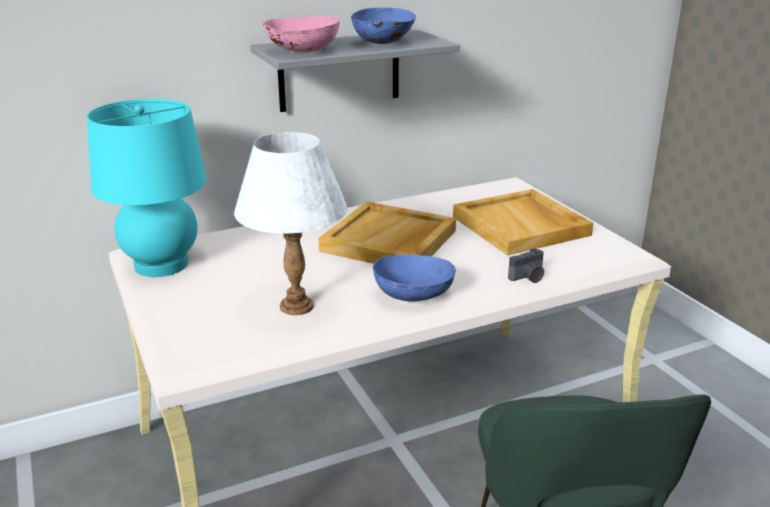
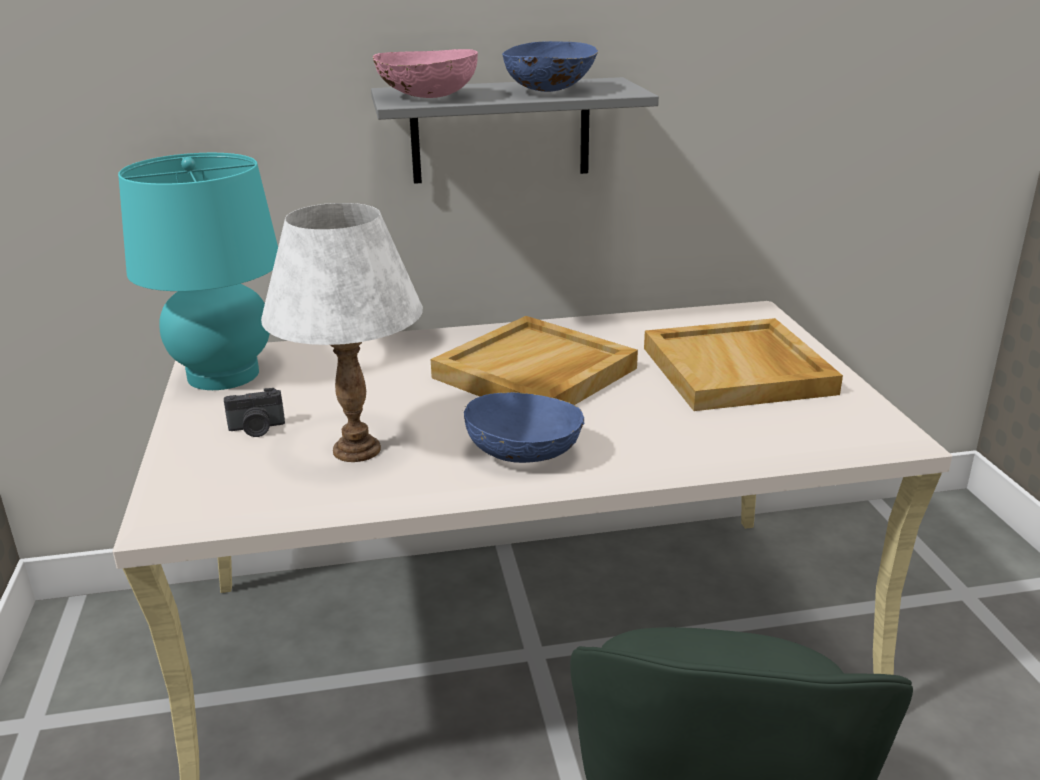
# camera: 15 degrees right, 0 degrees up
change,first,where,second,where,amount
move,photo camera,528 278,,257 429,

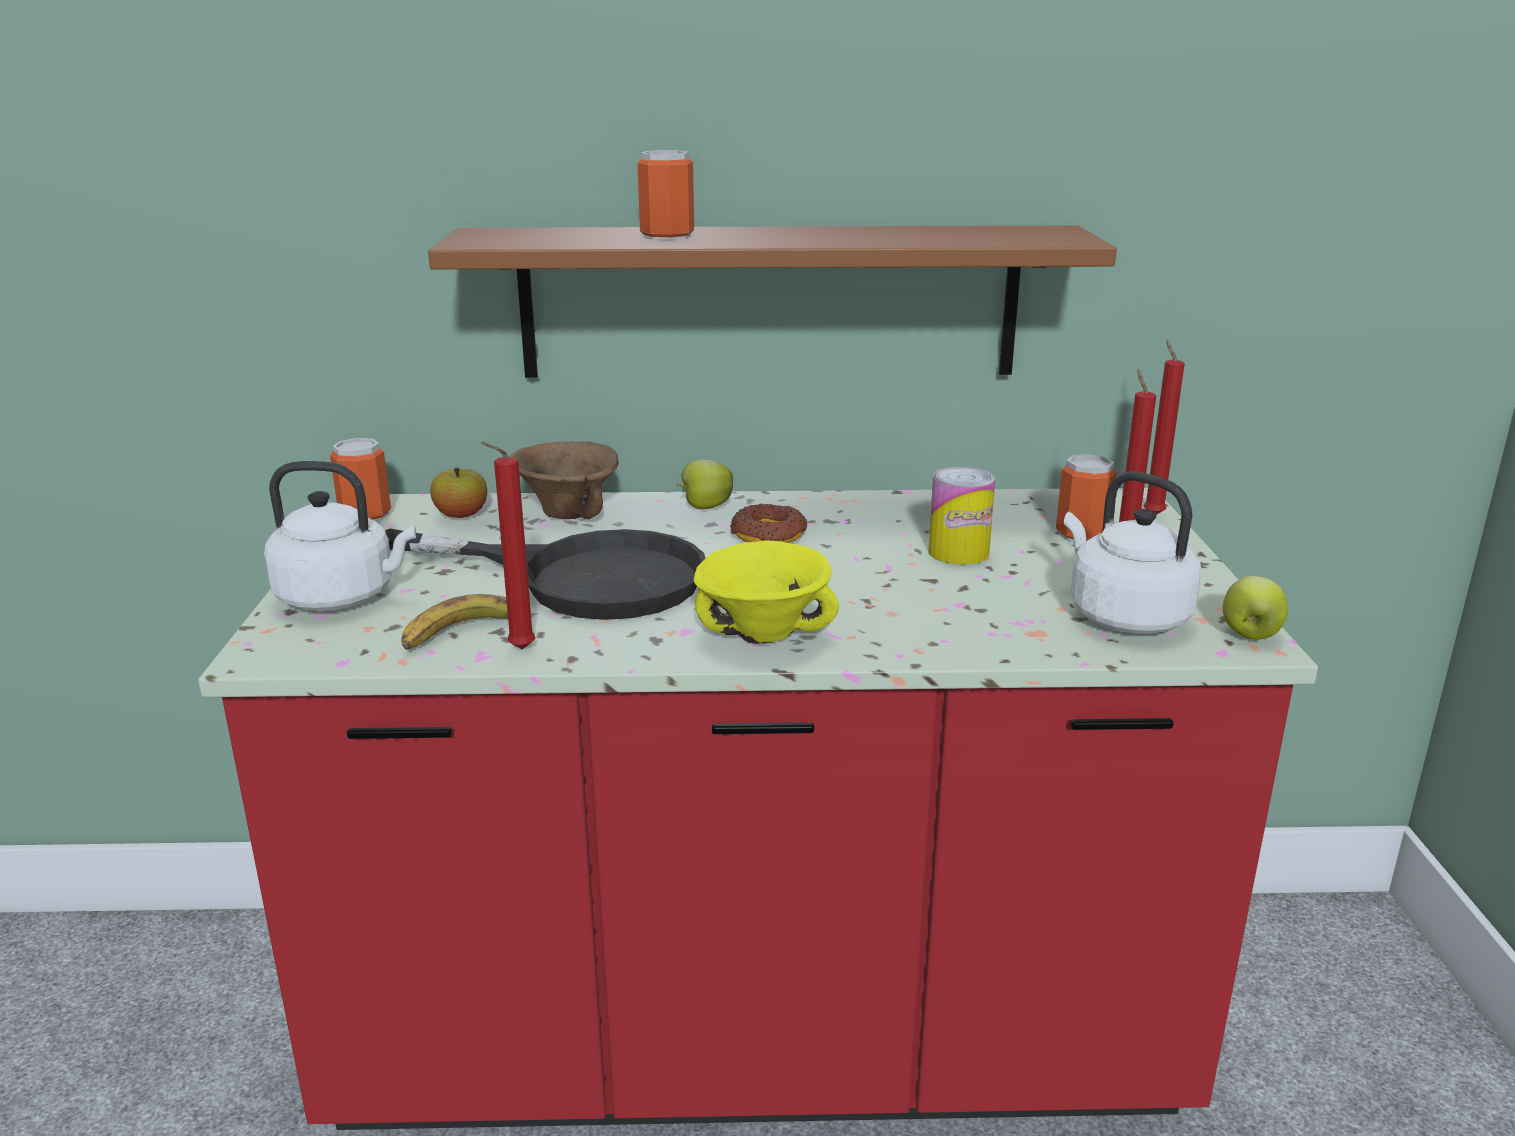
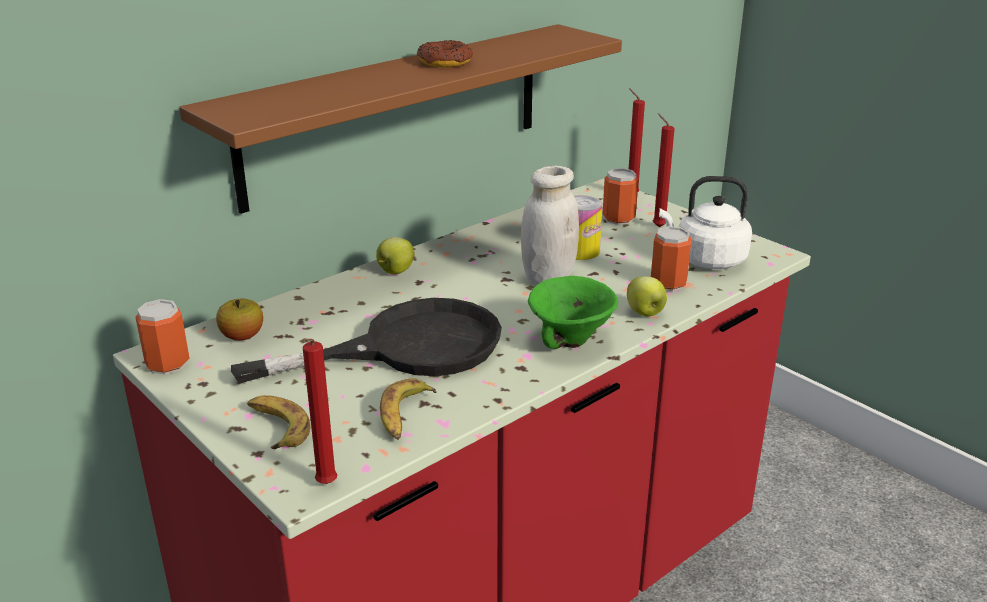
# camera: 40 degrees left, 5 degrees up
change,first,where,second,where,amount
delete,bowl (brown),566 514,,,
insert,,,jar (white),548 278,
move,candle (red),517 650,,325 486,
move,can,667 236,,668 283,
move,donut,768 535,,445 61,
move,apple,1250 635,,645 313,
replace,kettle (white),342 597,banana,276 427,
recolor,bowl (yellow),765 635,bowl (green),572 340,

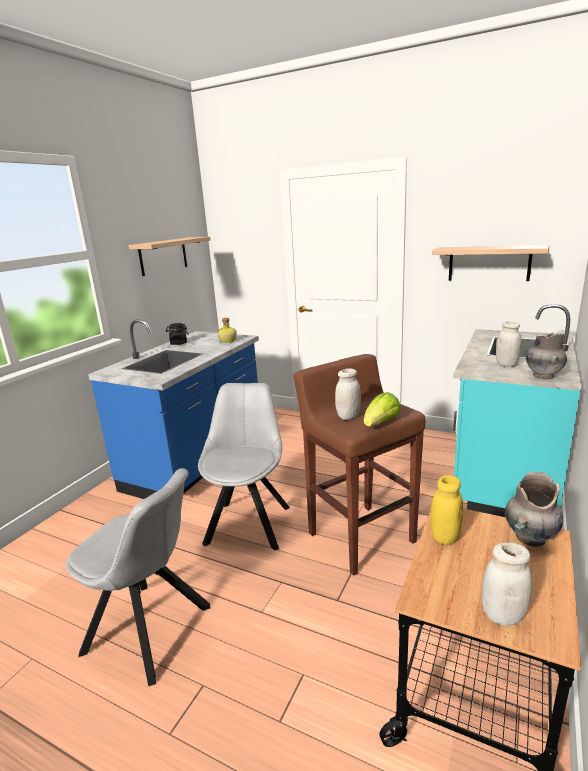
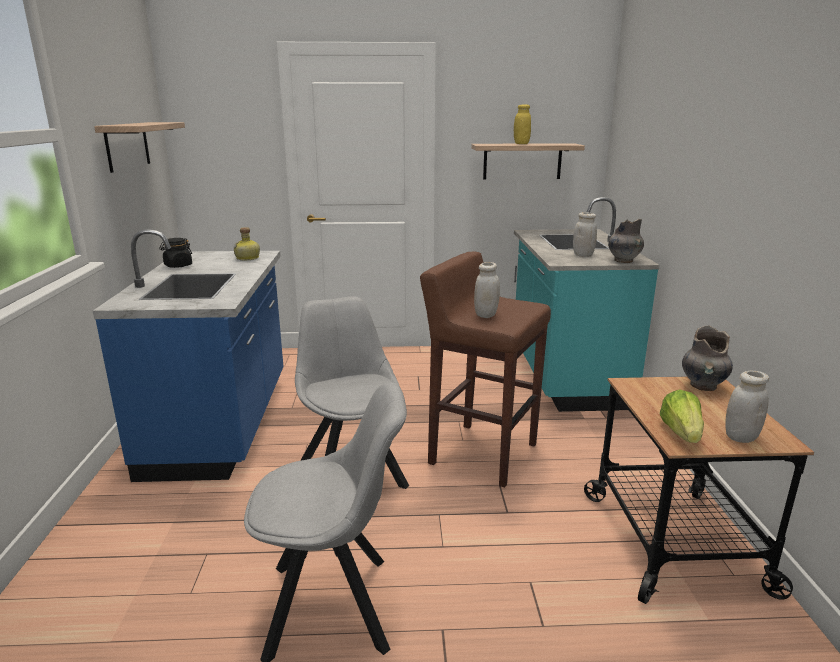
# camera: 30 degrees left, 0 degrees up
change,first,where,second,where,amount
move,lettuce,381 423,,681 433,
move,jar (yellow),445 537,,521 144,

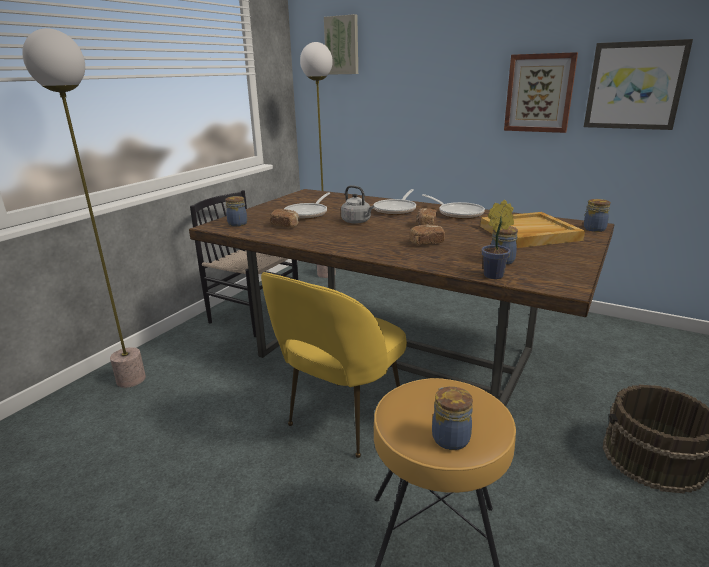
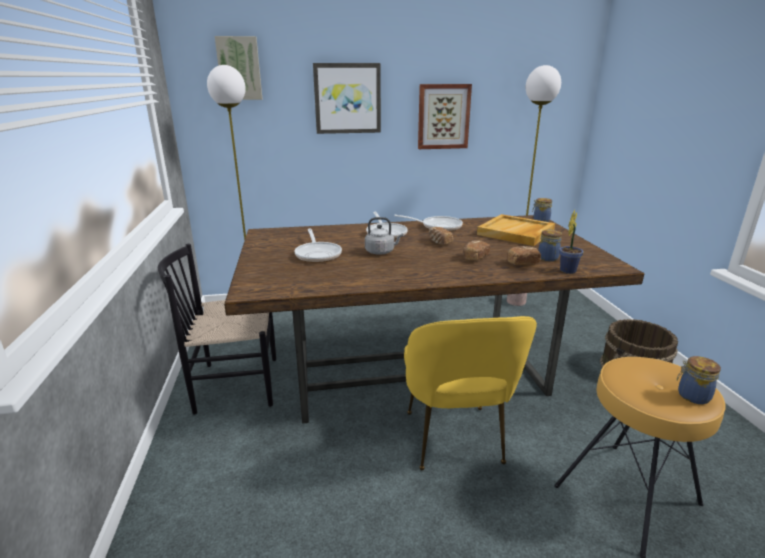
# camera: 40 degrees left, 0 degrees up
change,first,where,second,where,amount
delete,jar,238 223,,,
move,floor lamp,130 379,,515 301,
move,bread,285 225,,522 263,
move,picture,634 86,,347 98,

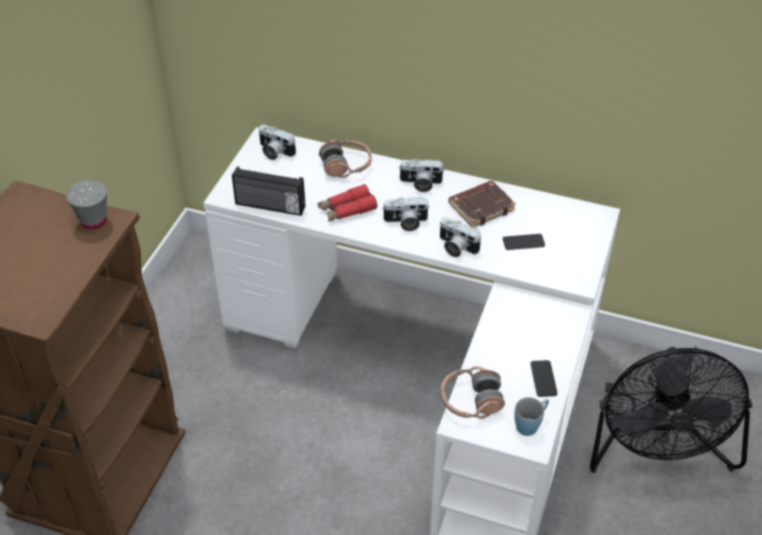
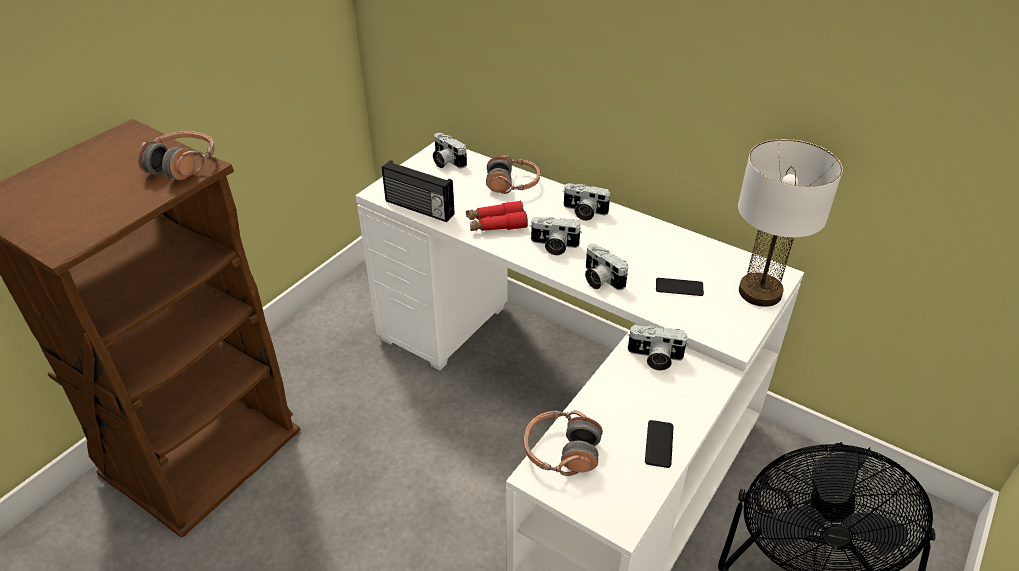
# camera: 15 degrees right, 5 degrees down
change,first,where,second,where,amount
delete,book (brown),481 207,,,
delete,mug (blue),530 424,,,
insert,,,photo camera,654 358,
insert,,,table lamp,760 293,
replace,cup (grey),94 221,headphones,181 165,

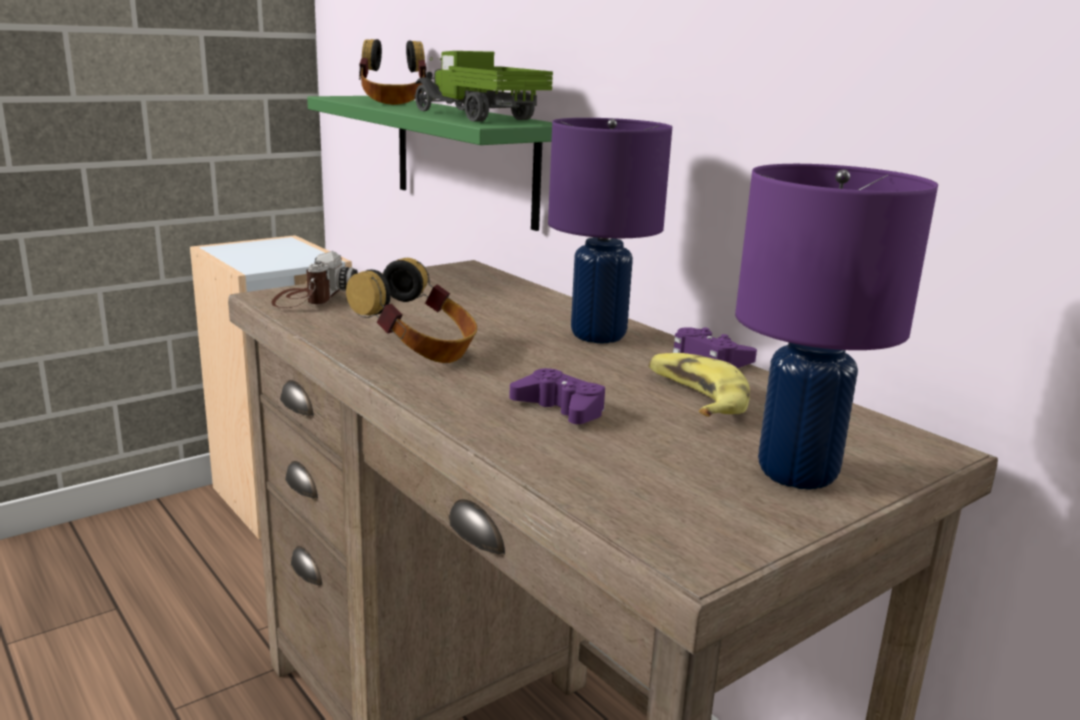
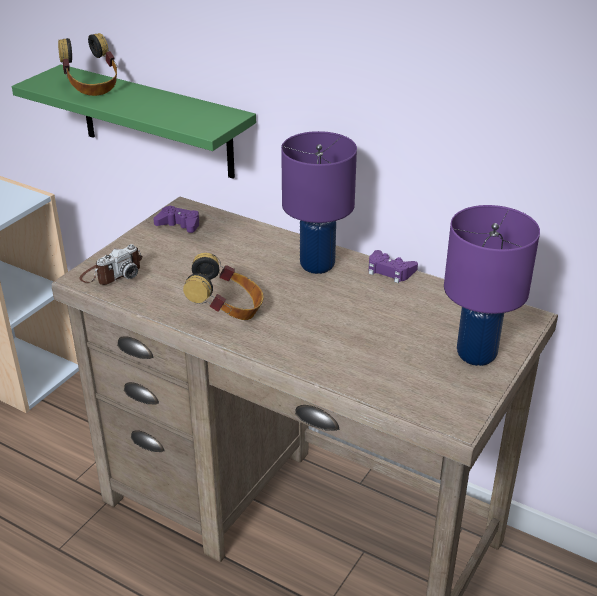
# camera: 20 degrees left, 15 degrees up
change,first,where,second,where,amount
delete,toy truck,477 116,,,
delete,banana,694 398,,,
move,game controller (purple),560 408,,179 225,
rotate,photo camera,310 298,,112 273,60 degrees clockwise

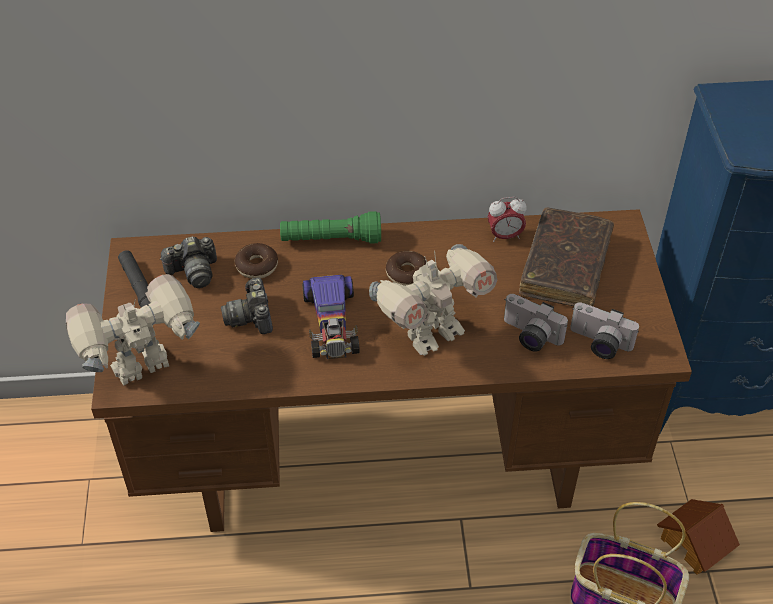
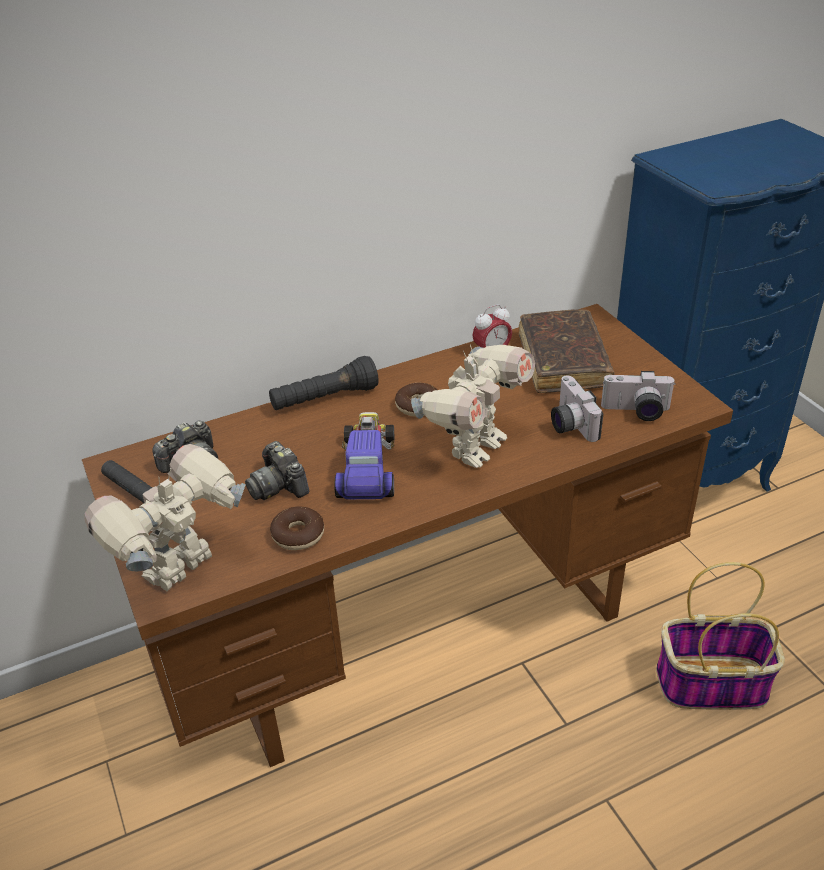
# camera: 20 degrees left, 10 degrees down
change,first,where,second,where,amount
delete,toy house,695 543,,,
move,donut,257 266,,298 535,
recolor,flashlight (green),331 240,flashlight (black),324 399,
rotate,toy car,331 323,,367 467,150 degrees counterclockwise
rotate,photo camera,529 336,,569 424,60 degrees clockwise

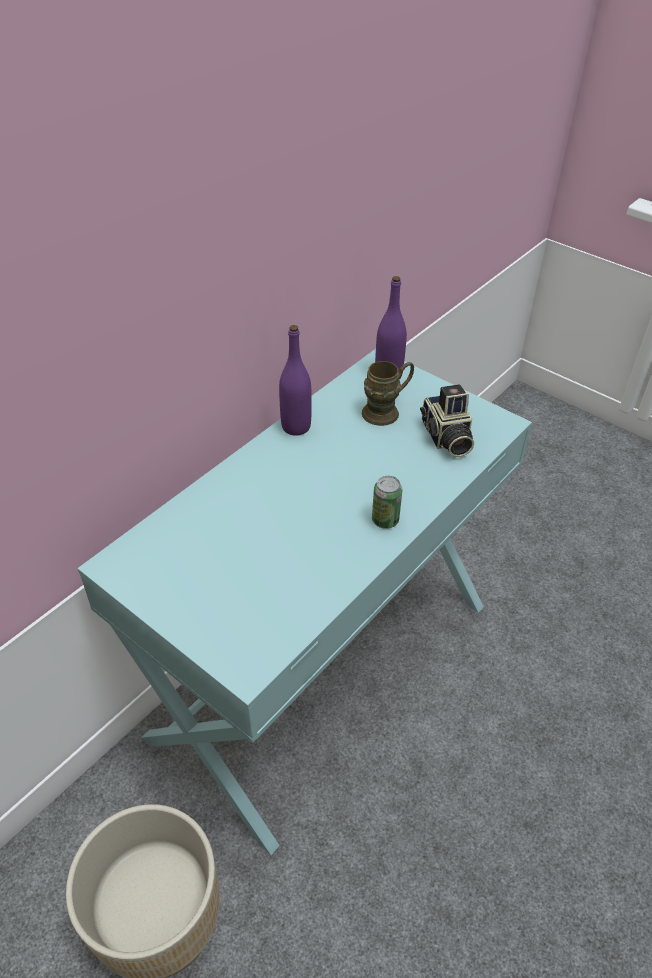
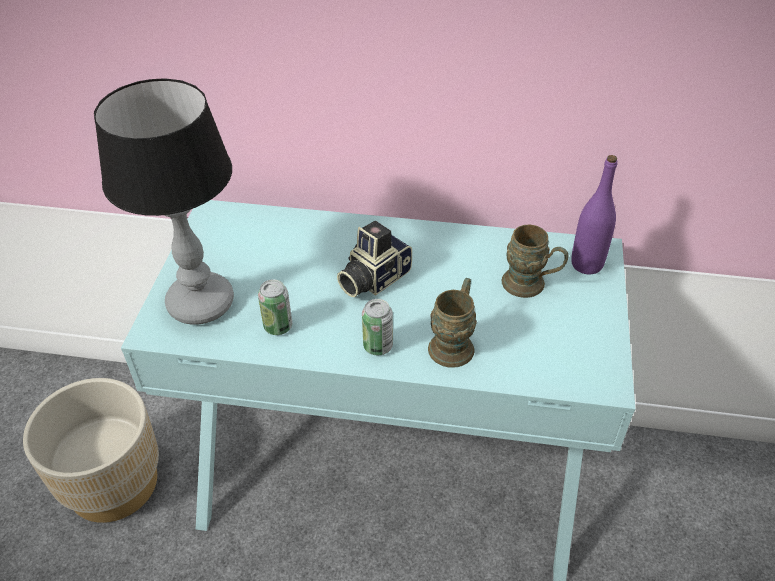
# camera: 60 degrees right, 0 degrees up
change,first,where,second,where,amount
delete,bottle (purple),296 427,,,
insert,,,table lamp,199 303,
insert,,,can,278 326,
insert,,,mug (brown),454 342,
move,photo camera,445 438,,372 278,

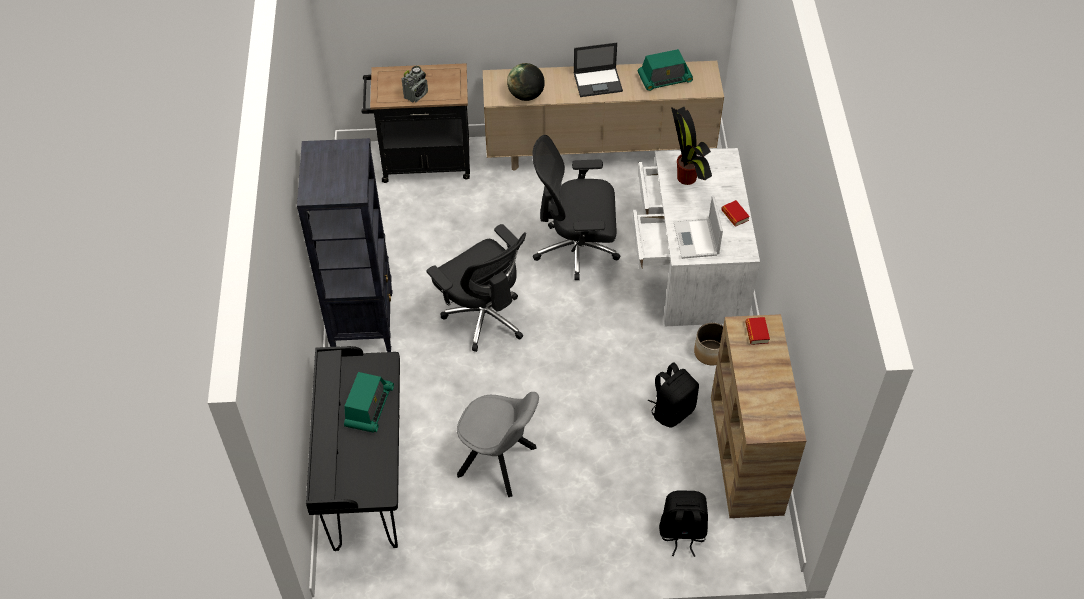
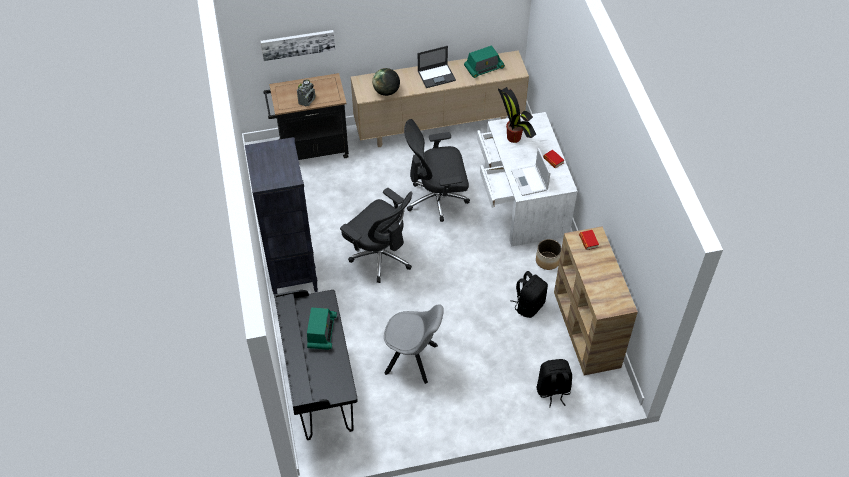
# camera: 10 degrees left, 0 degrees up
change,first,where,second,where,amount
insert,,,picture,298 44,

